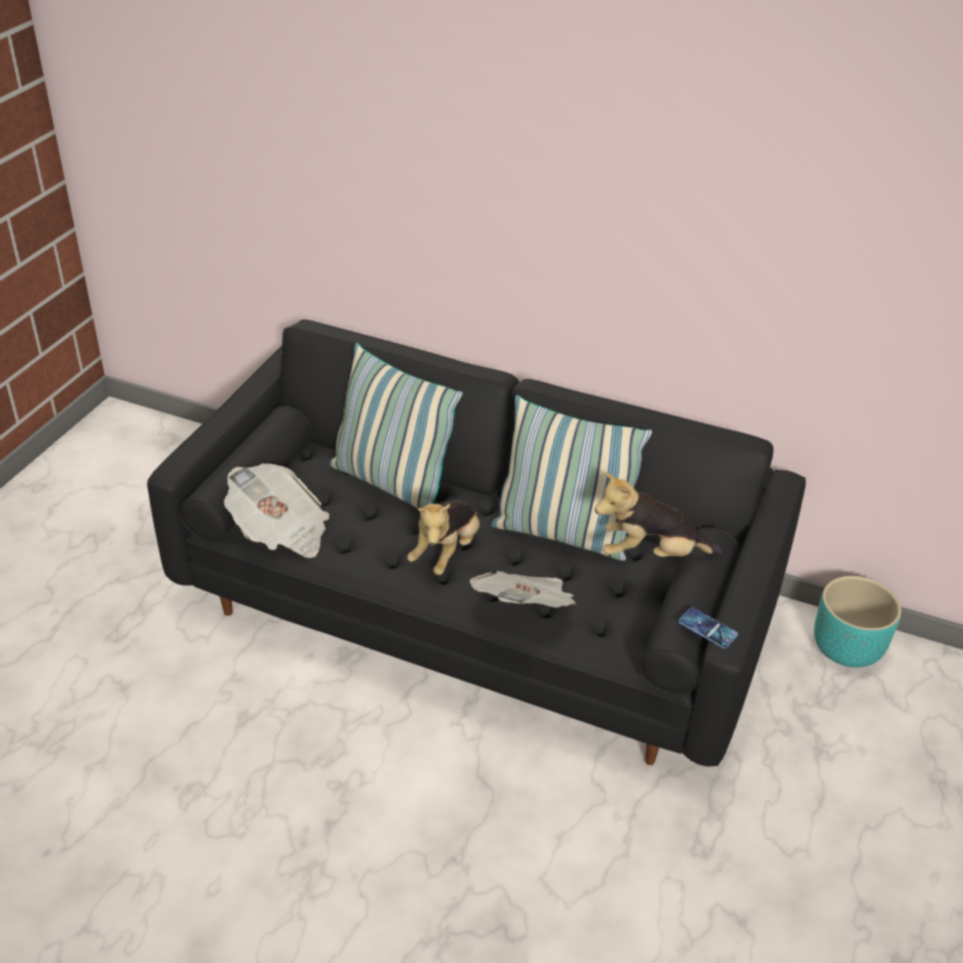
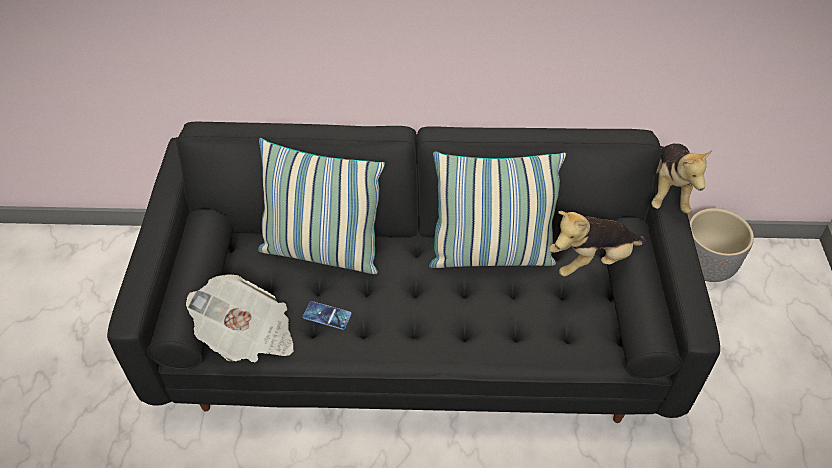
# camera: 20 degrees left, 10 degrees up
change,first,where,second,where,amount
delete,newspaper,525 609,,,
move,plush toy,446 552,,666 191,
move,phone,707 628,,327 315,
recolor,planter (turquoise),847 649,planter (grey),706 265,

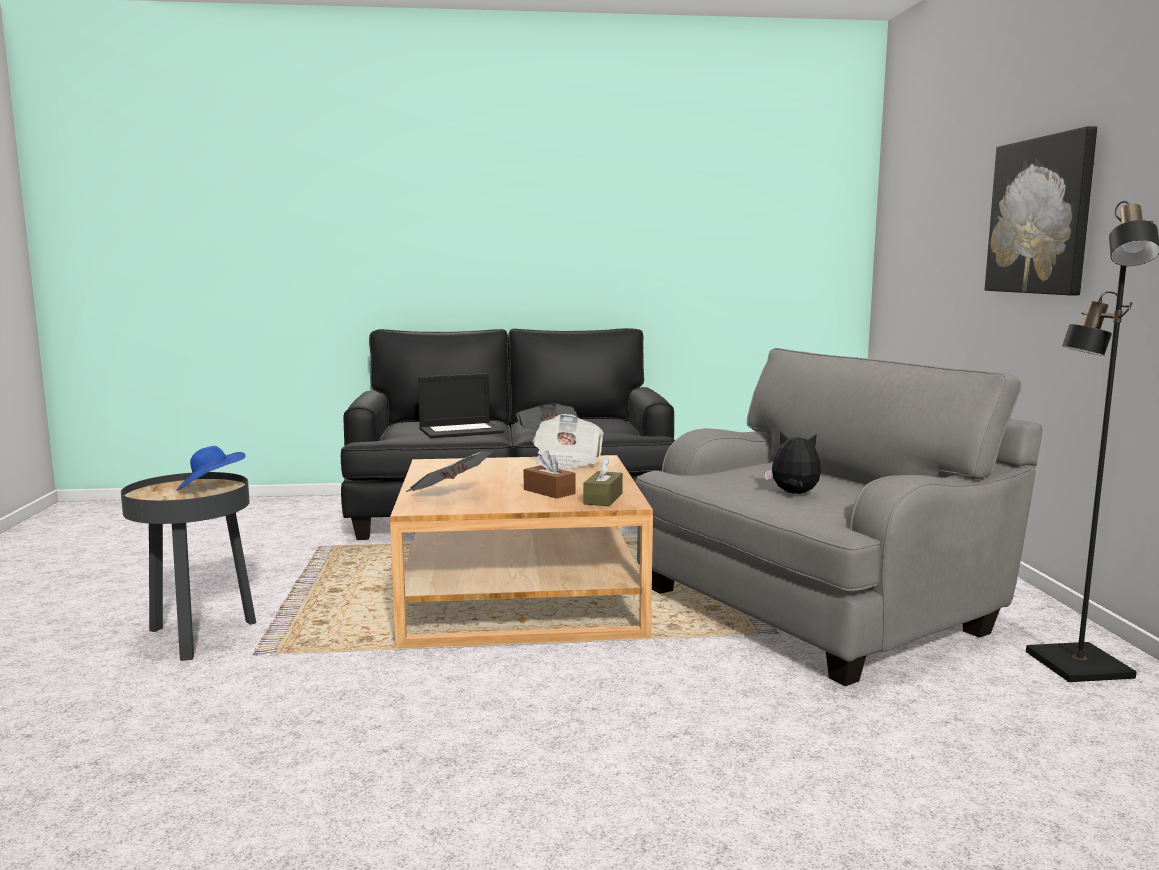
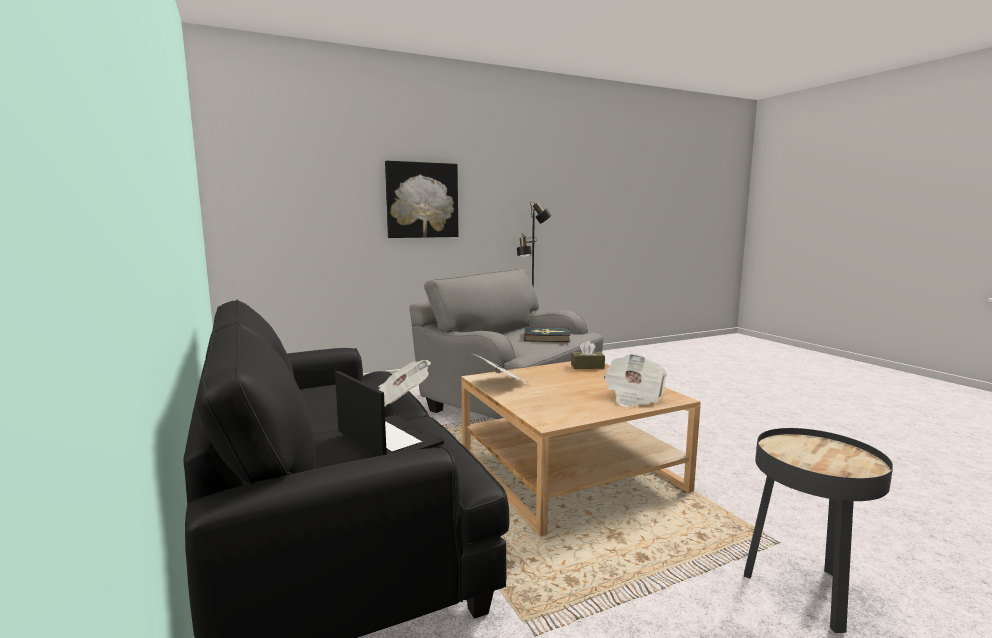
# camera: 110 degrees left, 0 degrees up
change,first,where,second,where,amount
delete,hat (blue),211 487,,,
delete,tissue box (brown),549 491,,,
replace,plush toy,794 494,book,546 337,

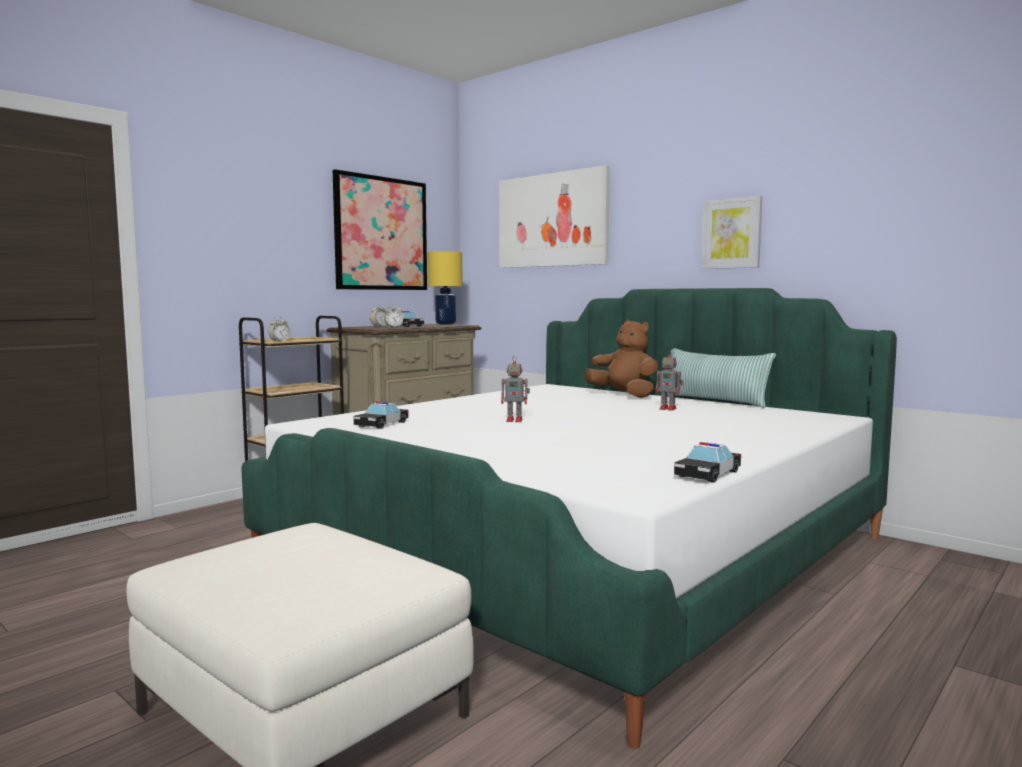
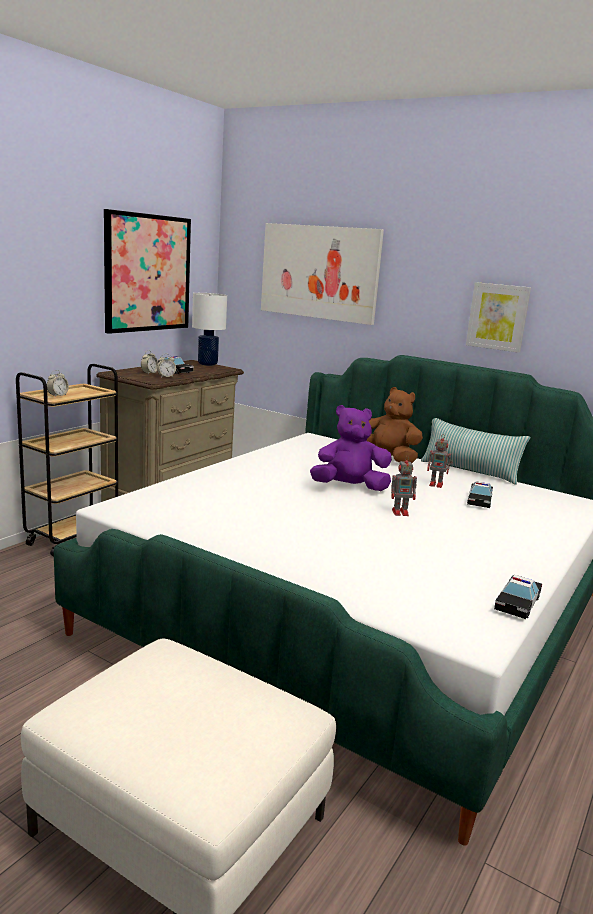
# camera: 10 degrees left, 10 degrees up
change,first,where,second,where,amount
insert,,,plush toy (purple),349 487,
move,toy car,381 424,,479 501,
move,toy robot,515 420,,401 512,
recolor,table lamp (yellow),446 324,table lamp (white),207 365,

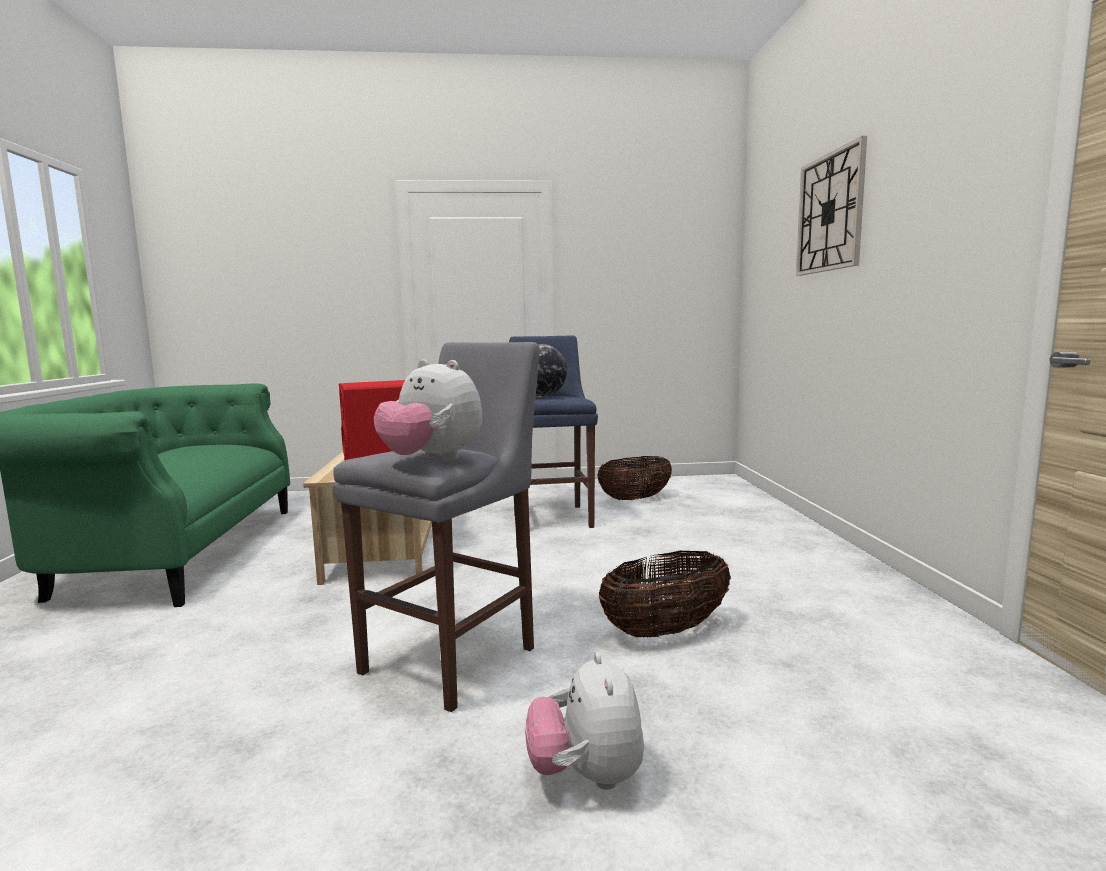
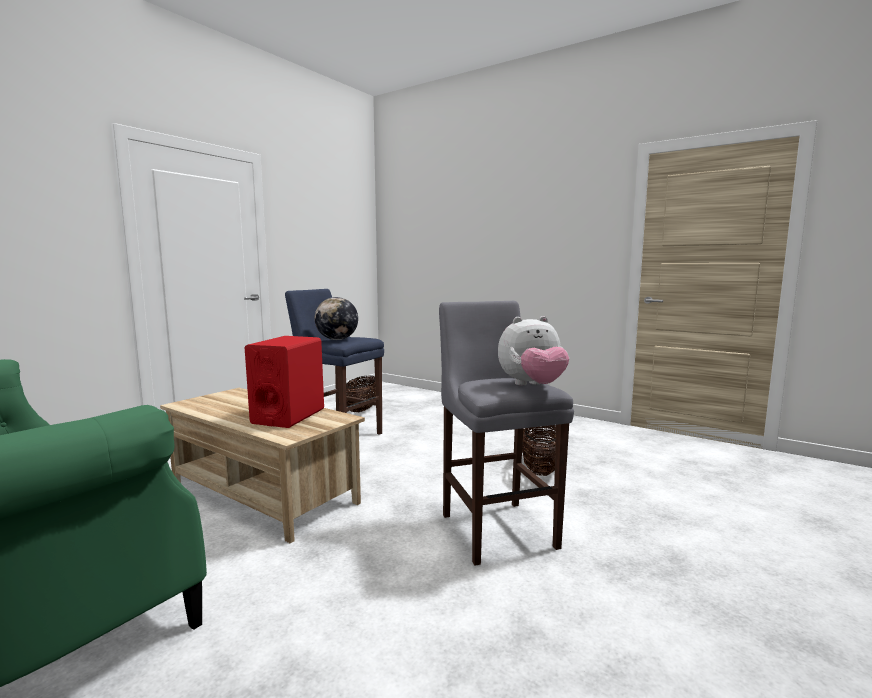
# camera: 50 degrees left, 0 degrees up
change,first,where,second,where,amount
delete,plush toy,586 776,,,
delete,wall clock,830 212,,,

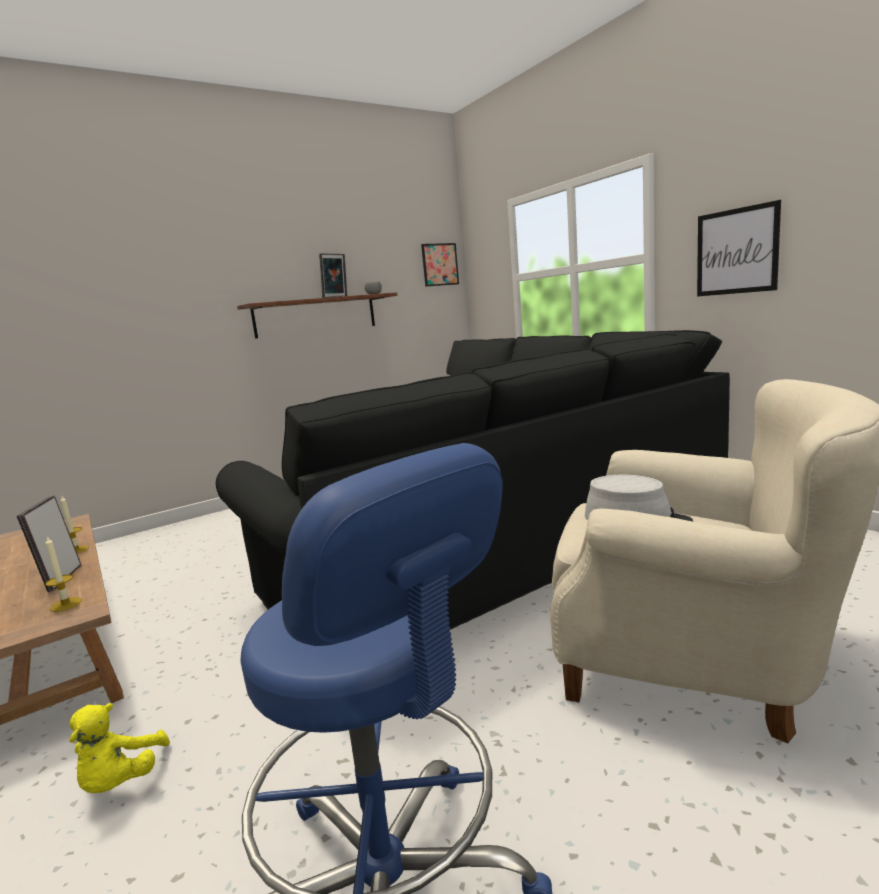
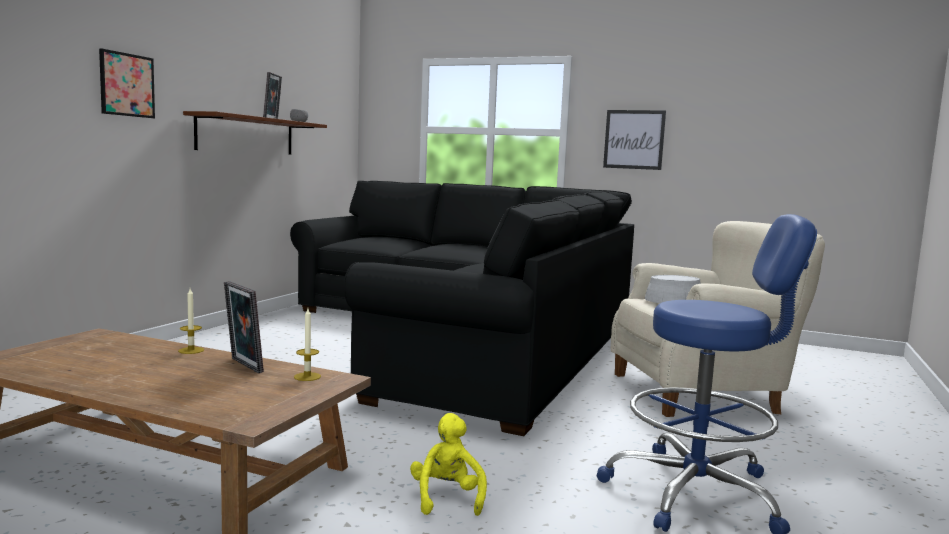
# camera: 35 degrees left, 5 degrees down
change,first,where,second,where,amount
move,picture,440 264,,127 85,
rotate,plush toy (yellow),121 781,,447 498,150 degrees counterclockwise

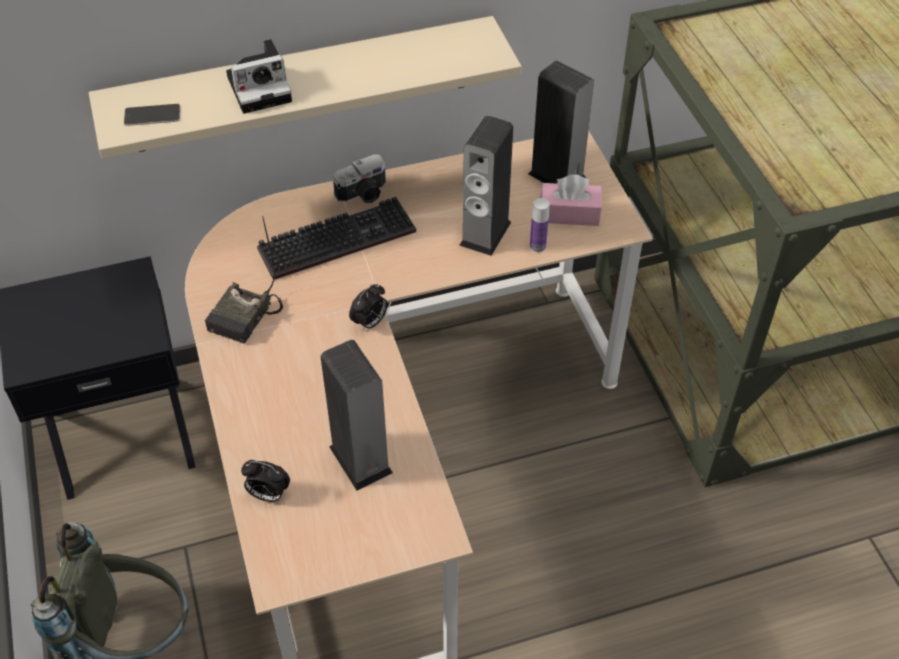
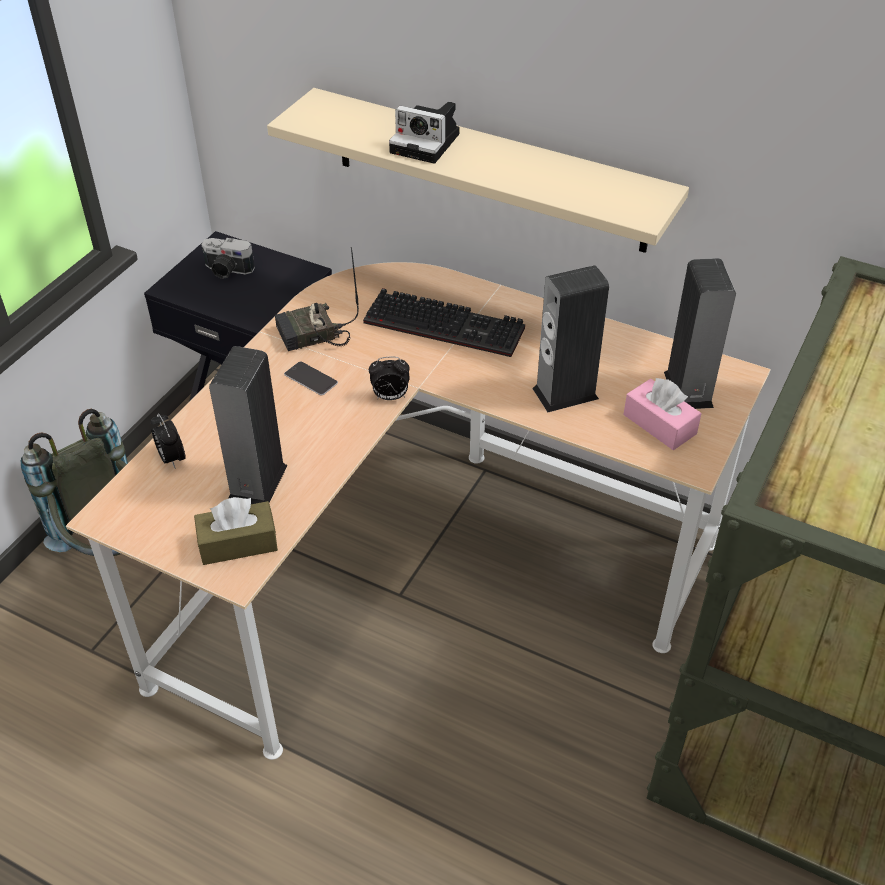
# camera: 45 degrees right, 5 degrees down
change,first,where,second,where,amount
delete,bottle,537 246,,,
insert,,,tissue box (brown),238 543,
move,phone,152 115,,311 378,
move,photo camera,363 194,,227 271,

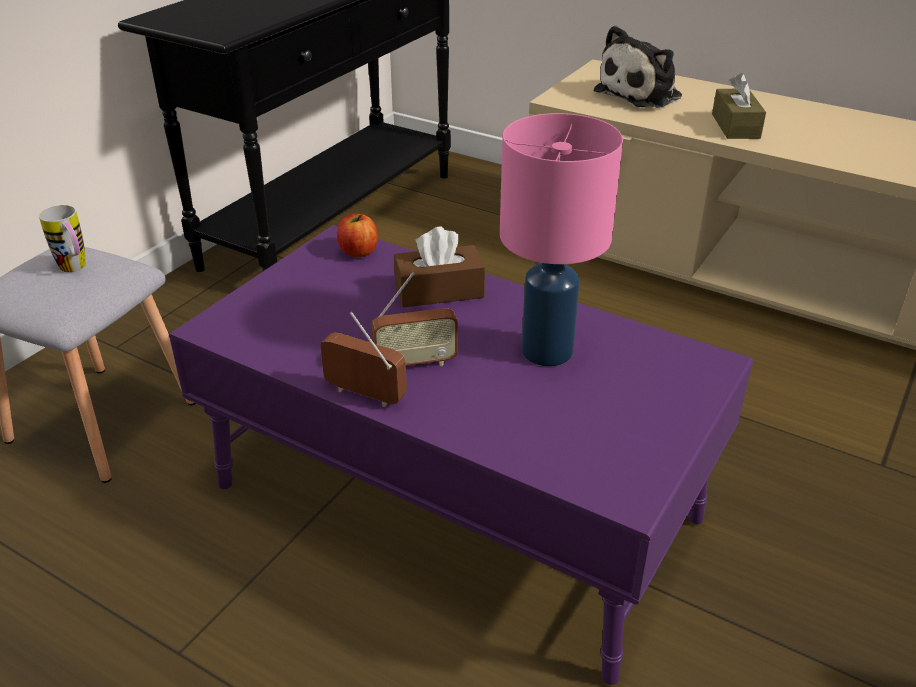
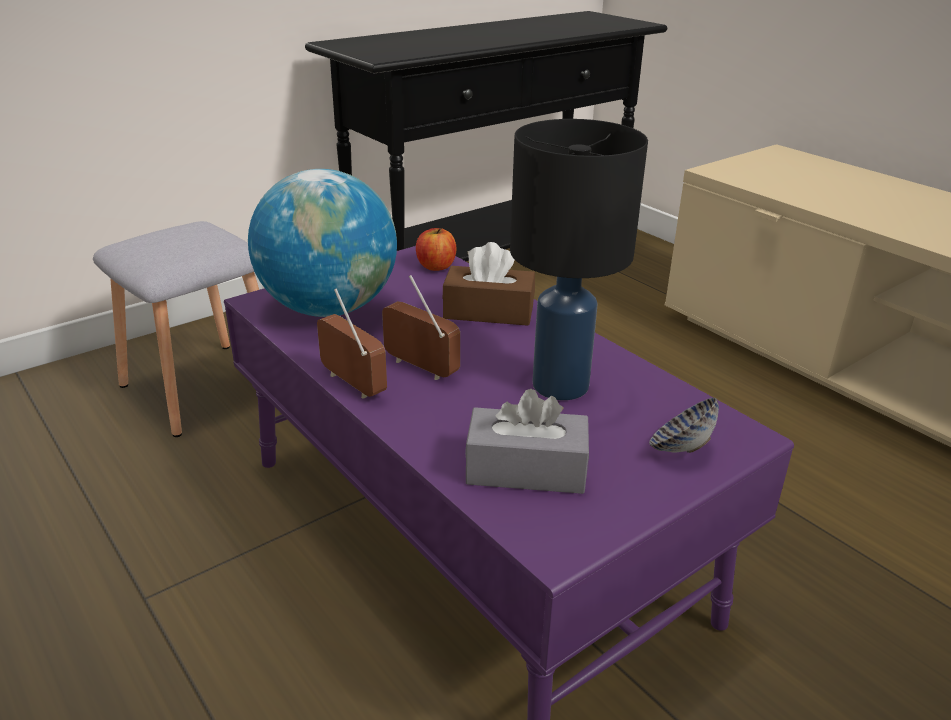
# camera: 20 degrees right, 5 degrees down
change,first,where,second,where,amount
delete,mug,76 269,,,
delete,plush toy,642 94,,,
delete,tissue box (brown),735 126,,,
insert,,,globe,329 308,
insert,,,tissue box (grey),526 470,
insert,,,bowl,680 448,
recolor,table lamp (pink),548 352,table lamp (black),561 386,
rotate,radio,415 363,,420 368,150 degrees counterclockwise

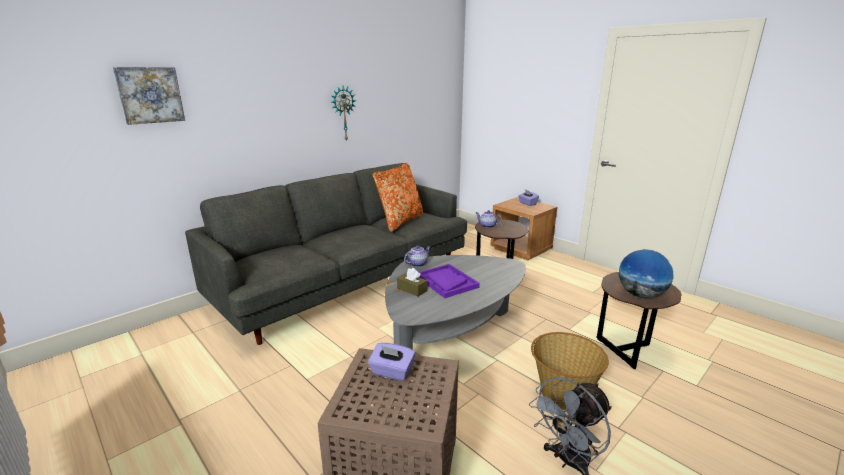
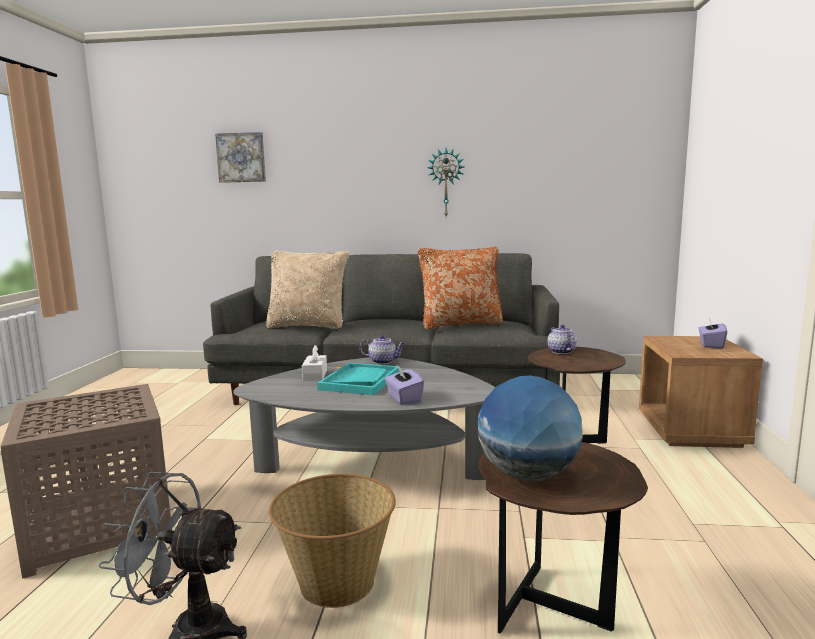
# camera: 50 degrees right, 10 degrees down
change,first,where,second,where,amount
insert,,,pillow (beige),308 327,
move,tissue box (purple),392 372,,404 398,
recolor,tissue box (brown),412 289,tissue box (white),315 375,
recolor,tray (purple),446 282,tray (turquoise),360 381,

